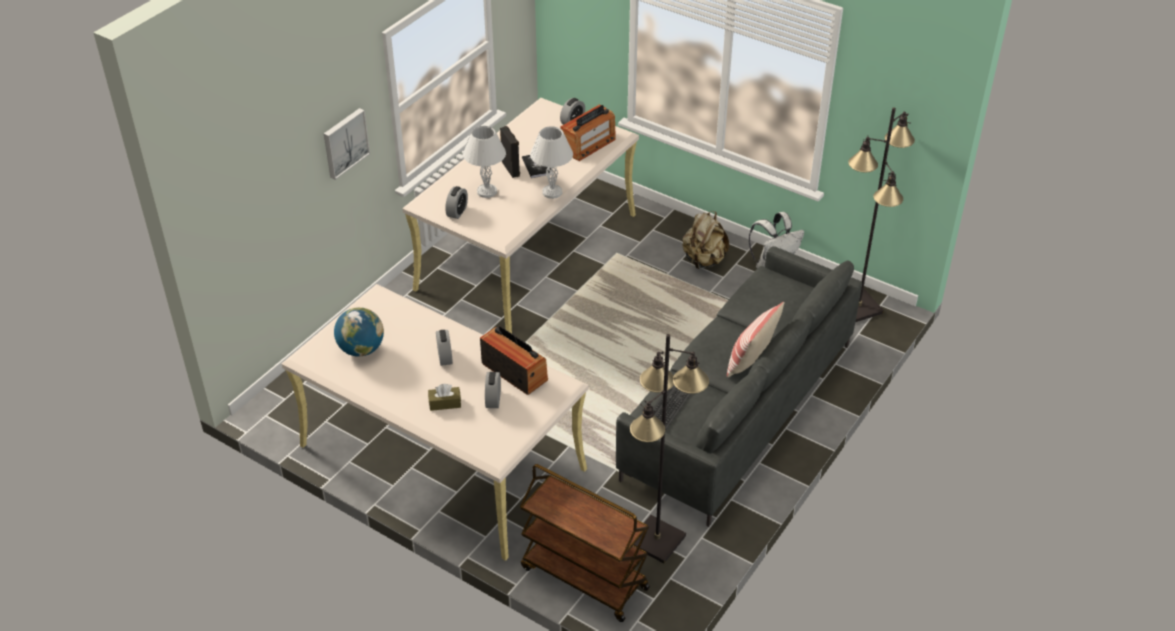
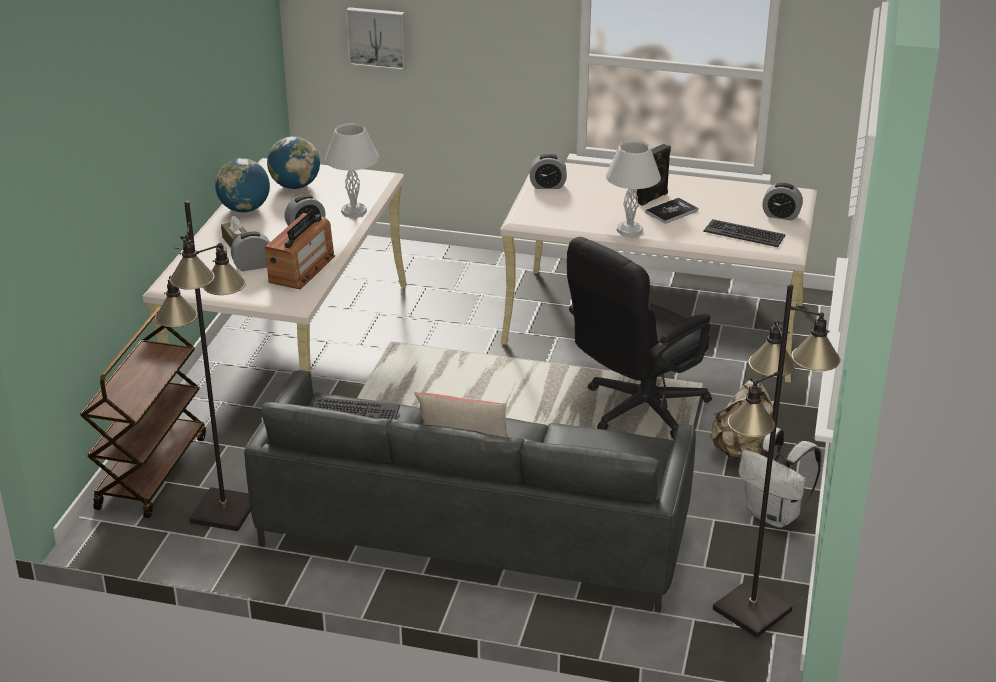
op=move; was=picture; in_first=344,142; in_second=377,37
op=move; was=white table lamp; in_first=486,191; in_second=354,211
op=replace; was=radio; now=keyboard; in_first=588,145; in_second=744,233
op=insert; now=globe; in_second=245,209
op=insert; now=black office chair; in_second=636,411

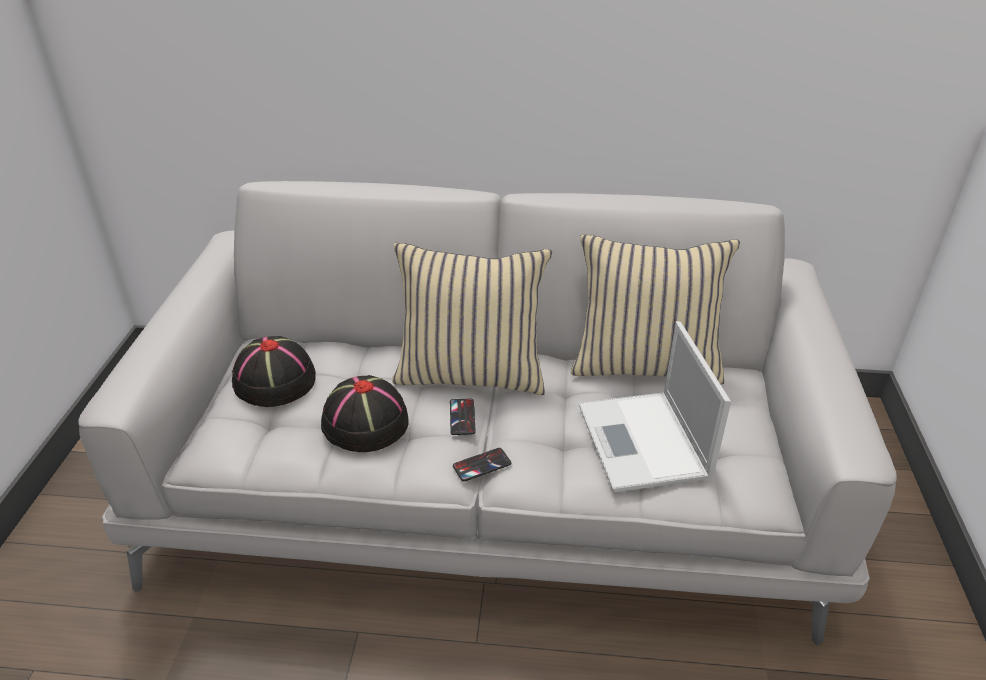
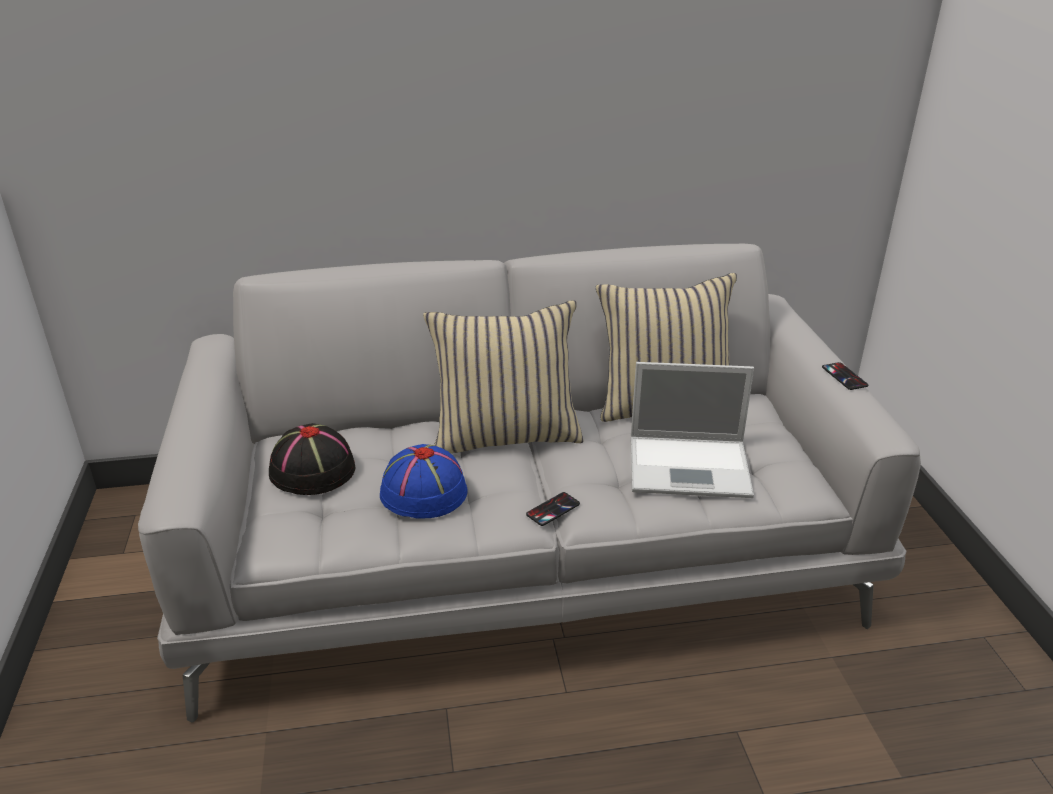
op=recolor; was=black hat; now=blue hat; in_first=364,423; in_second=423,492
op=move; was=phone; in_first=462,417; in_second=844,376
op=rotate; was=laptop; in_first=644,443; in_second=691,466; clockwise=-60

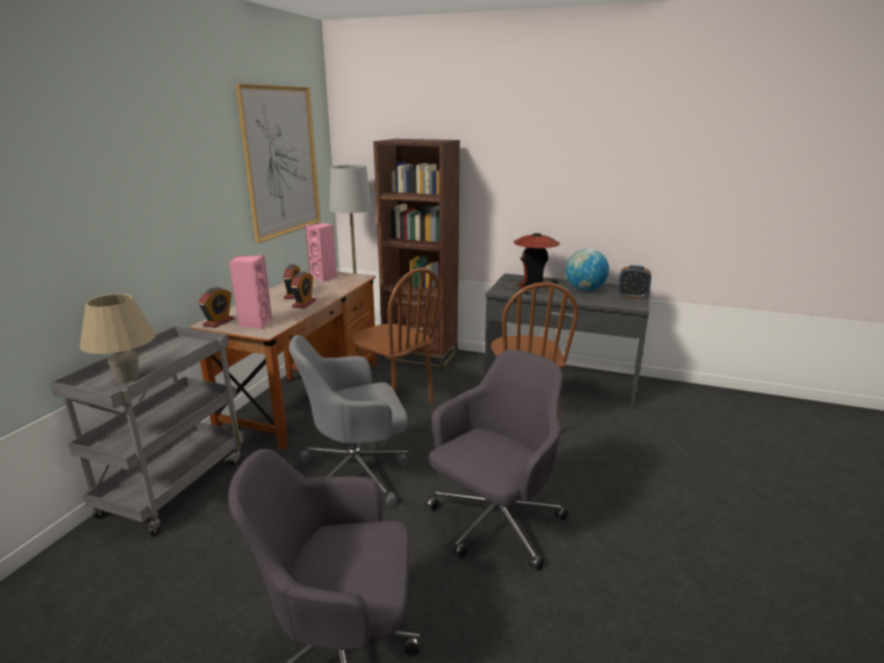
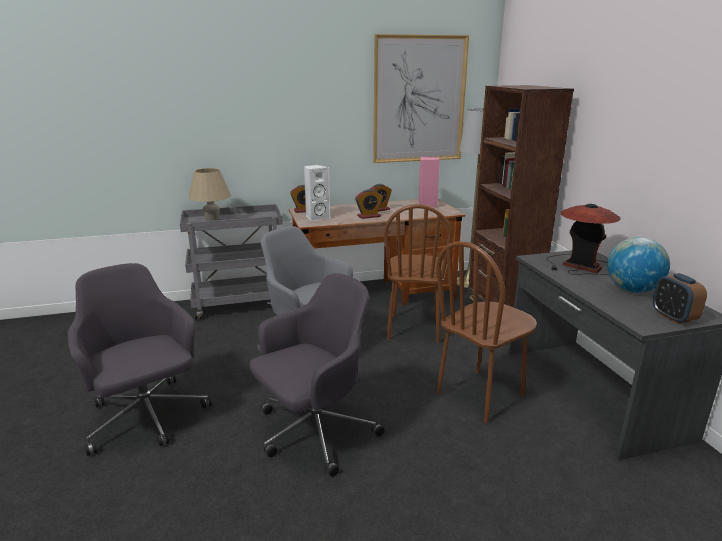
op=recolor; was=pink speaker; now=white speaker; in_first=255,323; in_second=316,217
op=rotate; was=grey office chair; in_first=494,524; in_second=314,432; clockwise=-45

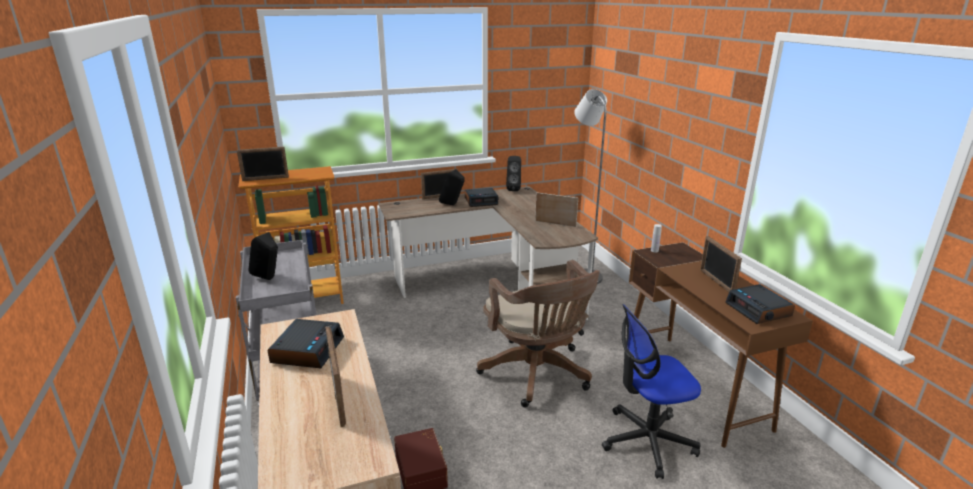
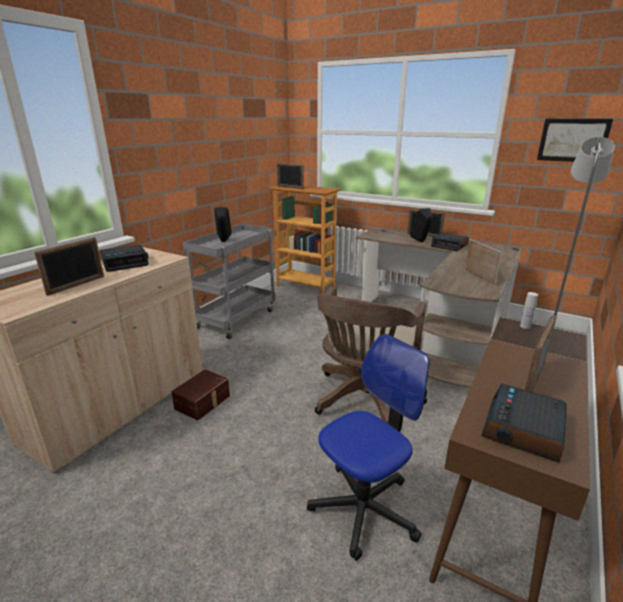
op=delete; was=black speaker; in_first=513,189
op=rotate; was=office chair; in_first=647,441; in_second=364,508; clockwise=105
op=insert; now=picture; in_second=573,140

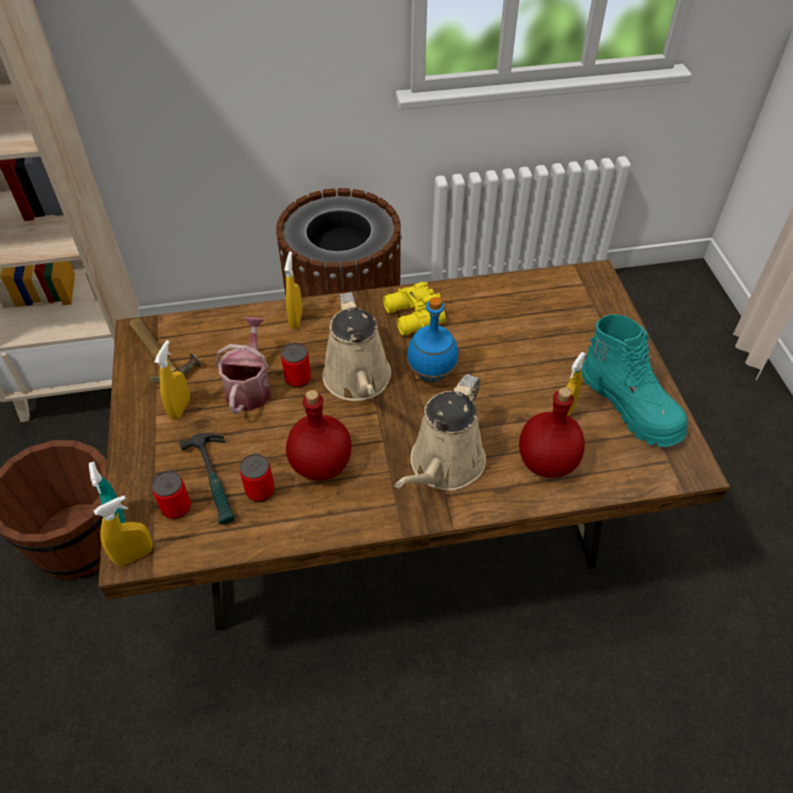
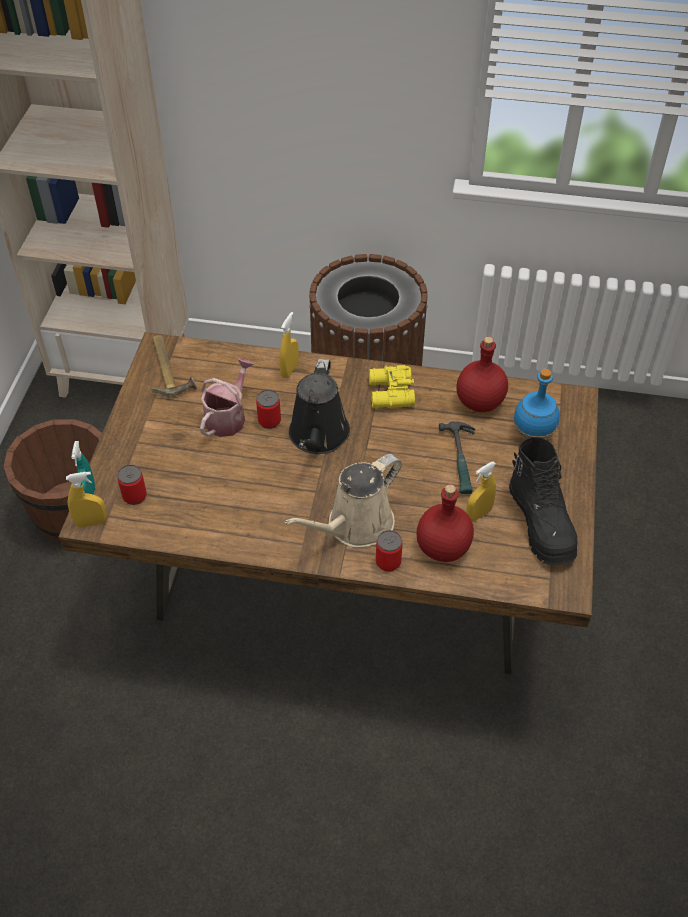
op=delete; was=yellow spray bottle; in_first=180,408
op=move; was=hammer; in_first=215,480; in_second=461,460
op=move; was=can; in_first=260,490; in_second=388,562
op=move; was=red bottle; in_first=320,465; in_second=479,402
op=recolor; was=beige watering can; now=black watering can; in_first=358,381; in_second=318,436
op=move; was=blue bottle; in_first=432,373; in_second=533,434
op=recolor; was=turquoise boot; now=black boot; in_first=630,406; in_second=542,523

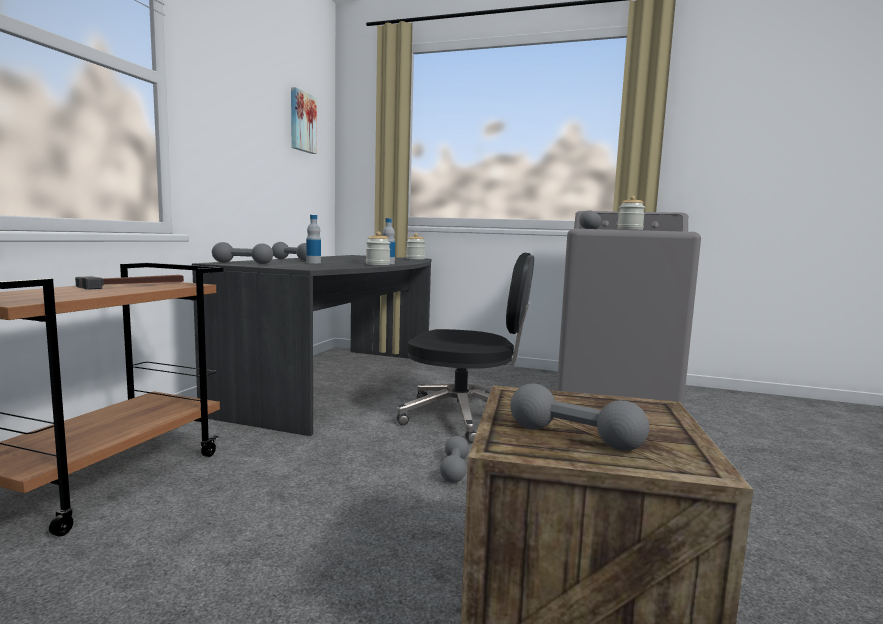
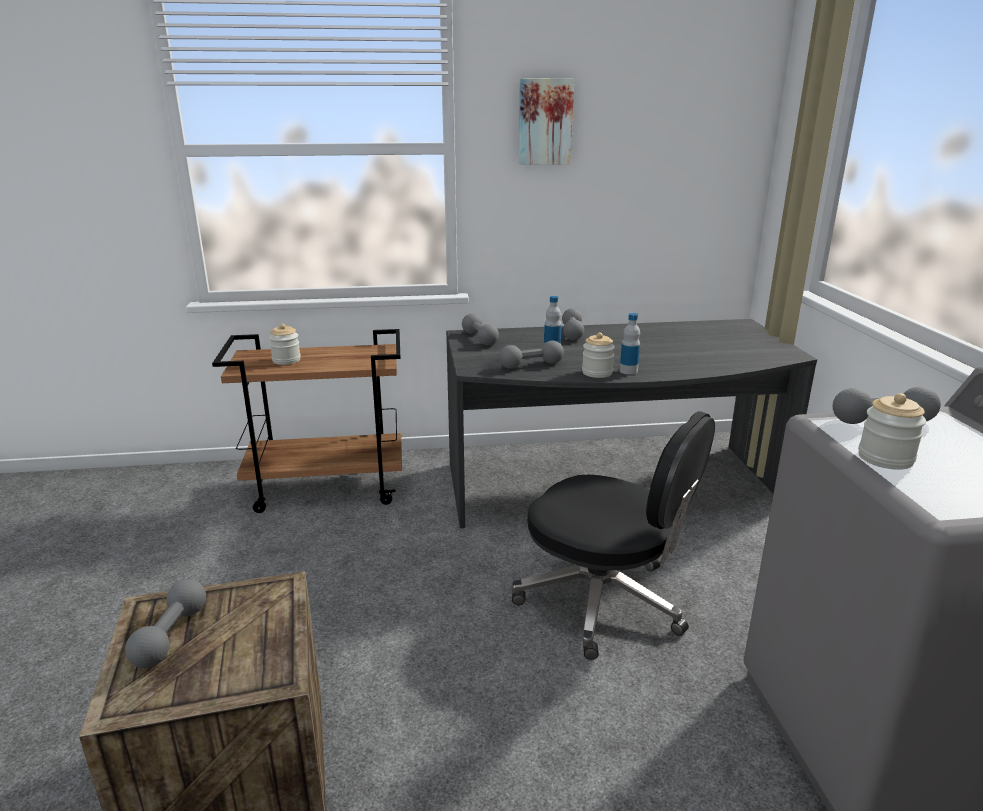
op=delete; was=hammer; in_first=133,285
op=move; was=picture; in_first=301,122; in_second=545,122
op=rotate; was=black office chair; in_first=465,417; in_second=604,601; clockwise=-45
op=move; was=jar; in_first=415,259; in_second=286,360
op=move; was=grey dumbbell; in_first=454,469; in_second=531,365

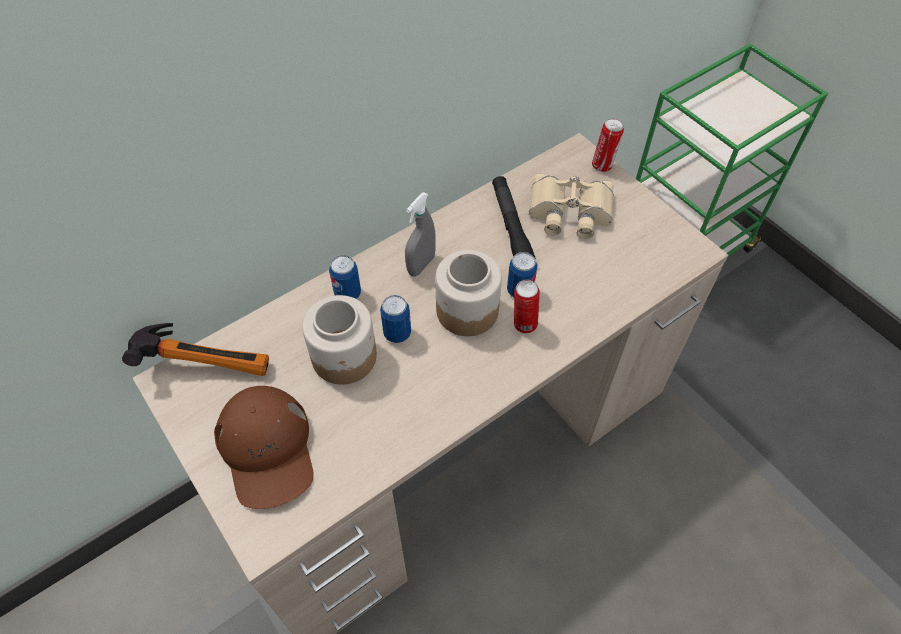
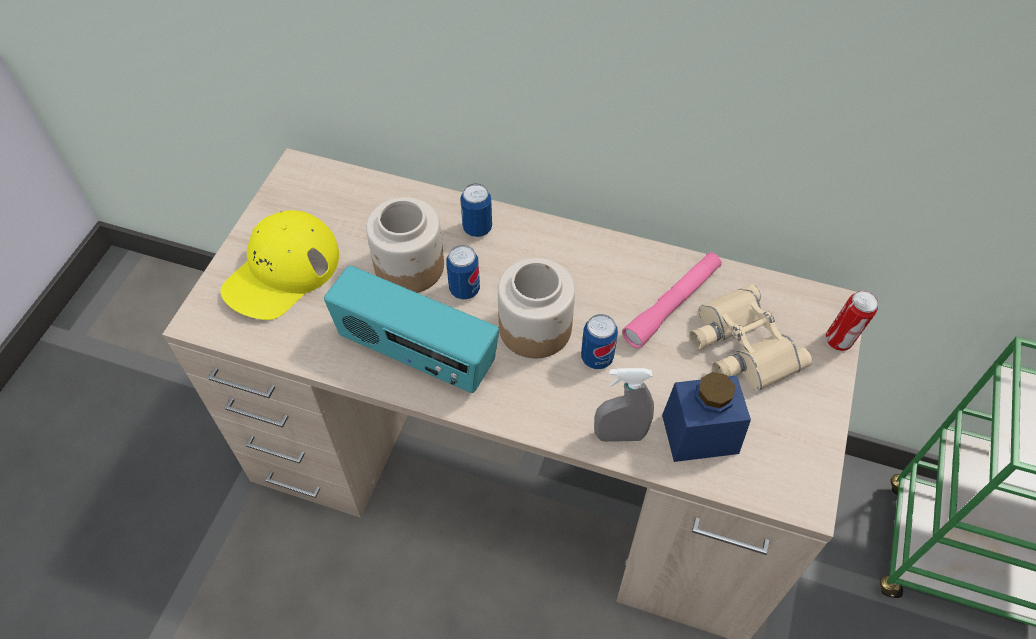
op=delete; was=hammer; in_first=207,360
op=recolor; was=brown cap; now=yellow cap; in_first=267,449; in_second=282,272
op=move; was=grey spray bottle; in_first=421,265; in_second=619,435
op=recolor; was=black flashlight; now=pink flashlight; in_first=511,226; in_second=672,305
op=delete; was=can; in_first=523,324
op=insert; now=radio; in_second=416,354
op=insert; now=blue jar; in_second=700,434

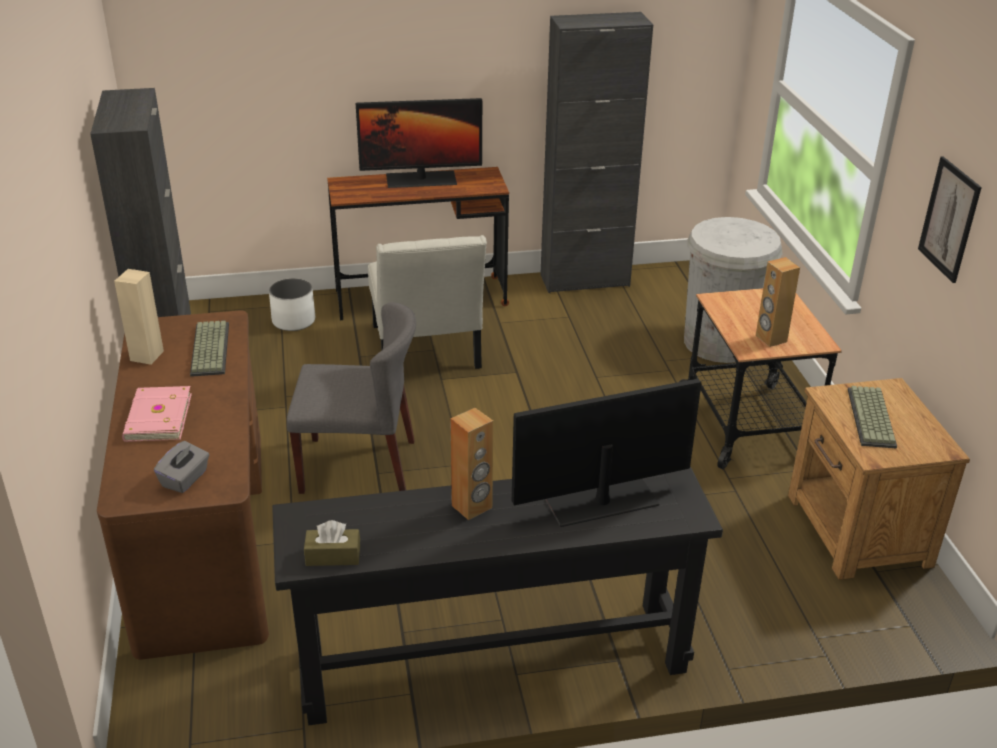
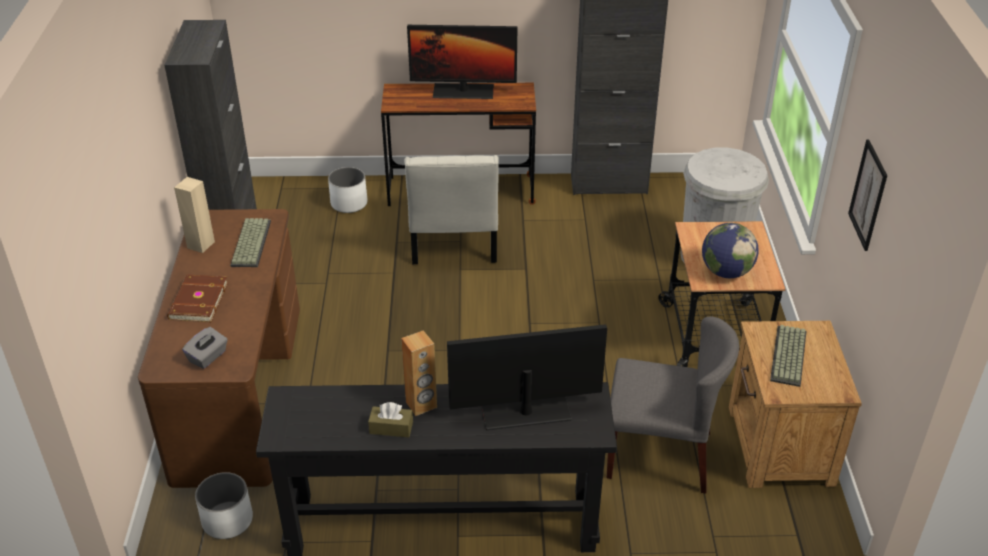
op=recolor; was=pink book; now=brown book; in_first=156,418; in_second=197,301
op=move; was=grey chair; in_first=359,466; in_second=660,454
op=move; was=brown tissue box; in_first=333,556; in_second=391,428
op=replace; was=brown speaker; now=globe; in_first=770,338; in_second=726,272
op=insert; now=white planter; in_second=228,520

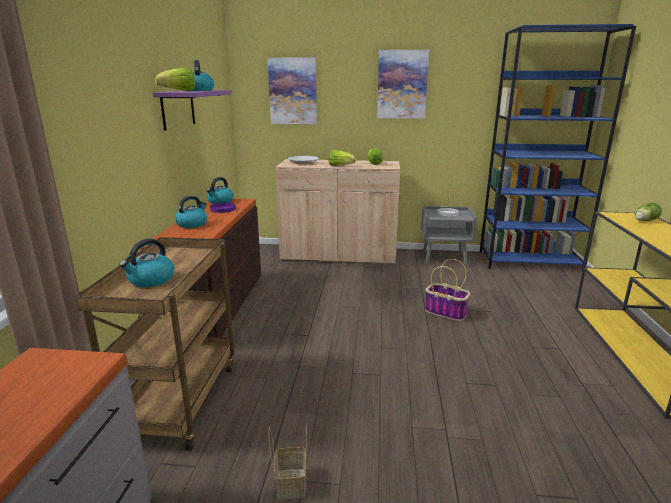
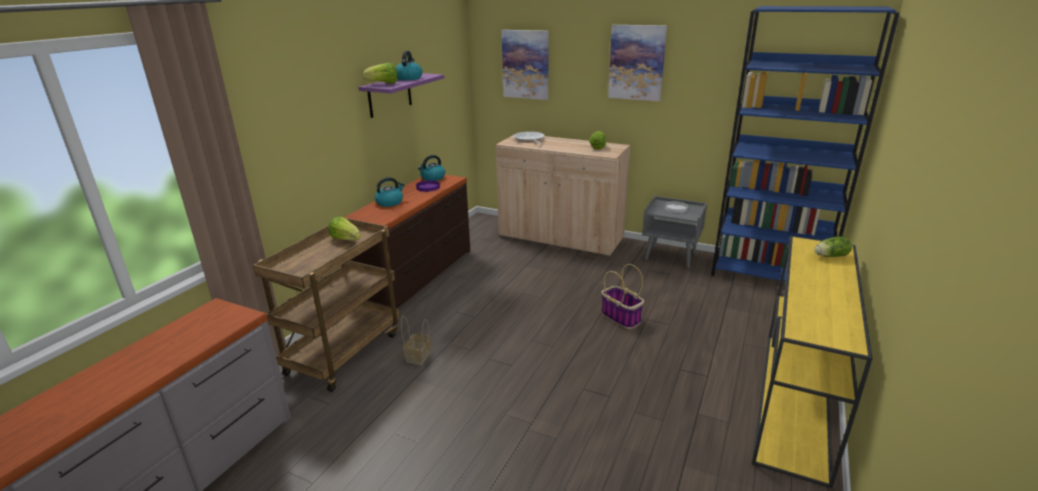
op=delete; was=kettle; in_first=151,280
op=move; was=basket; in_first=290,482; in_second=418,356
op=move; was=lettuce; in_first=340,166; in_second=346,240

